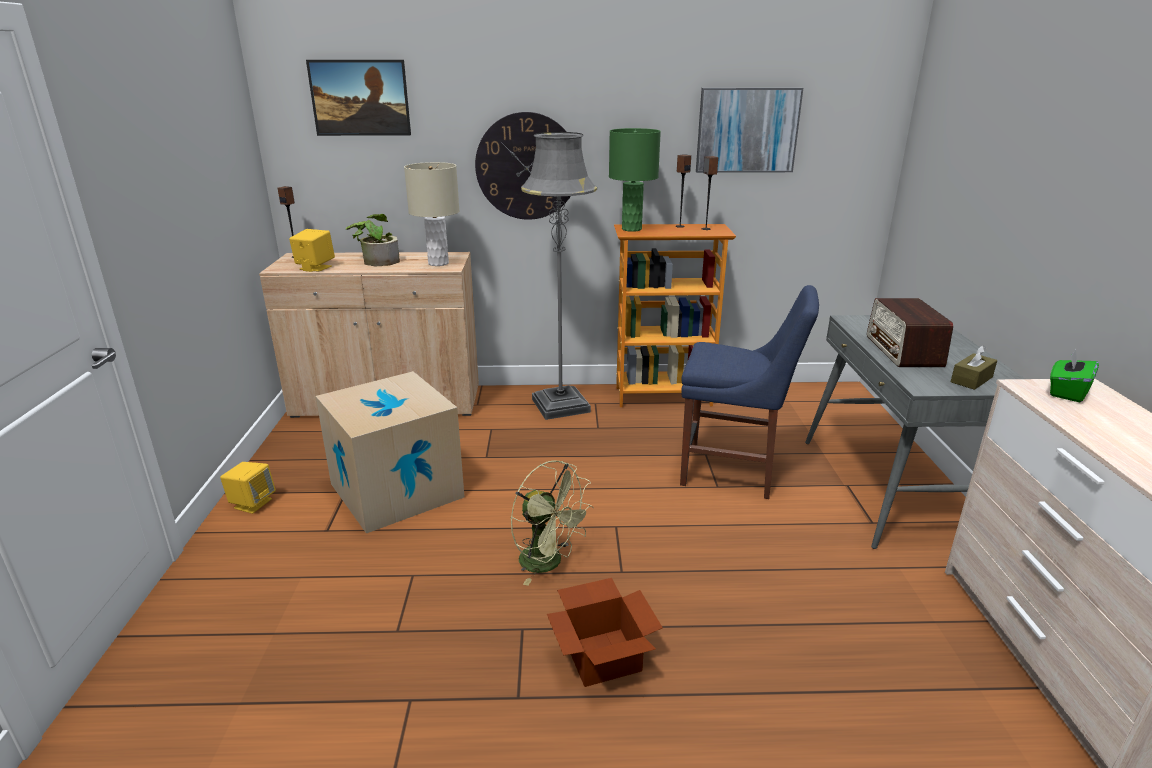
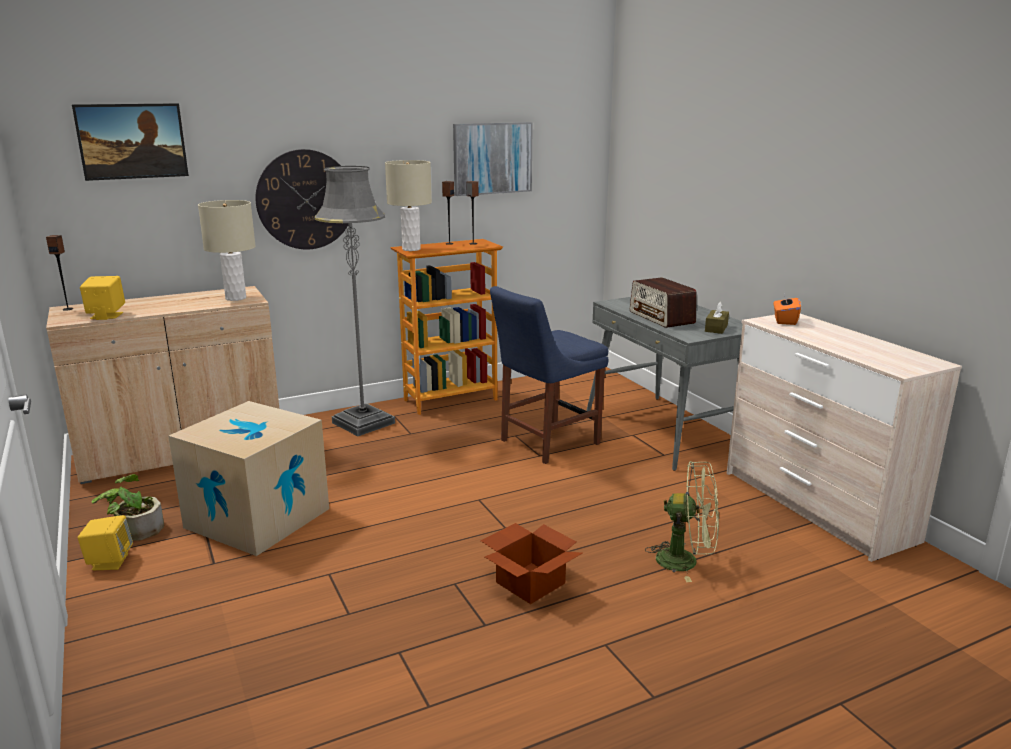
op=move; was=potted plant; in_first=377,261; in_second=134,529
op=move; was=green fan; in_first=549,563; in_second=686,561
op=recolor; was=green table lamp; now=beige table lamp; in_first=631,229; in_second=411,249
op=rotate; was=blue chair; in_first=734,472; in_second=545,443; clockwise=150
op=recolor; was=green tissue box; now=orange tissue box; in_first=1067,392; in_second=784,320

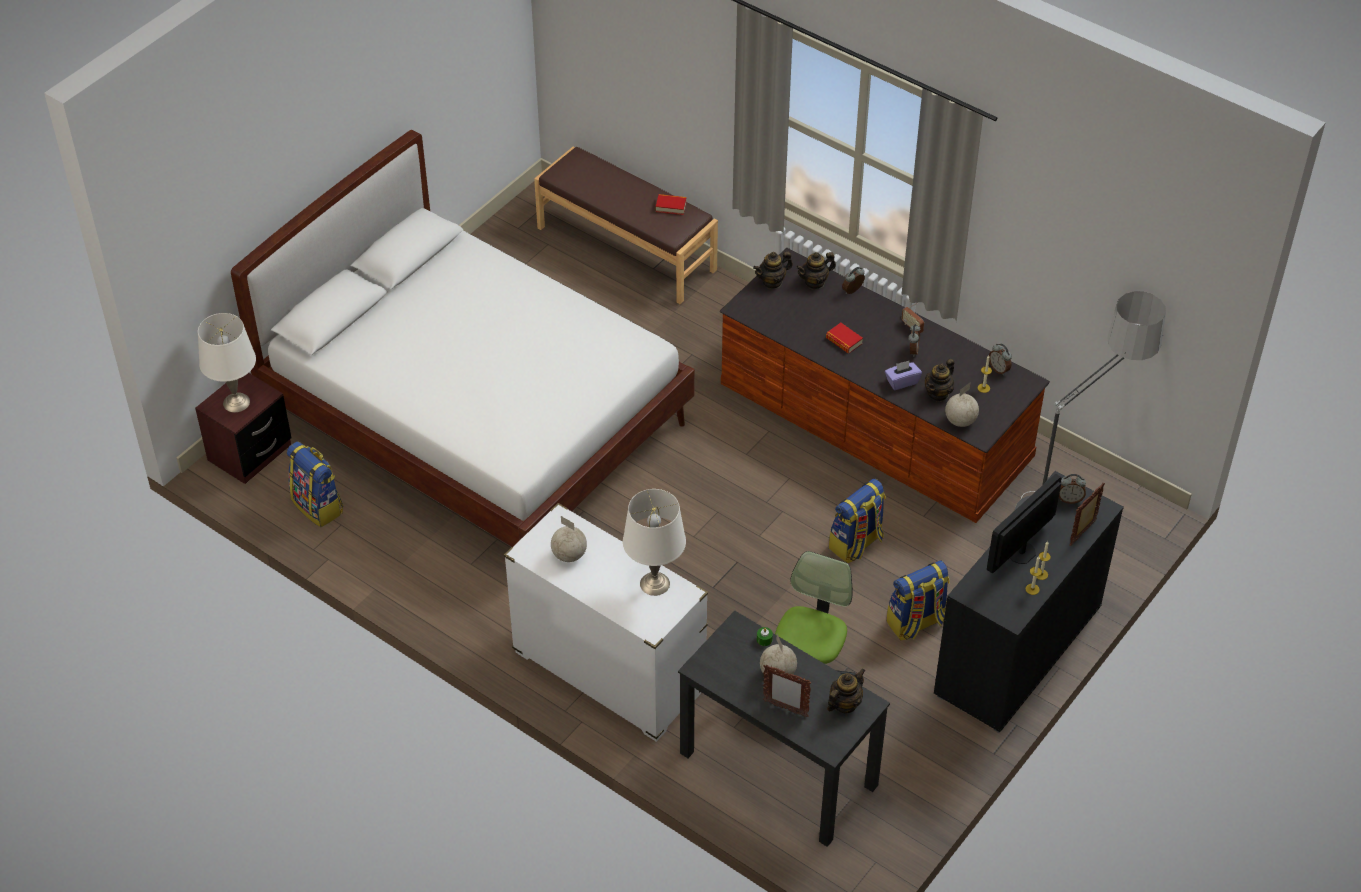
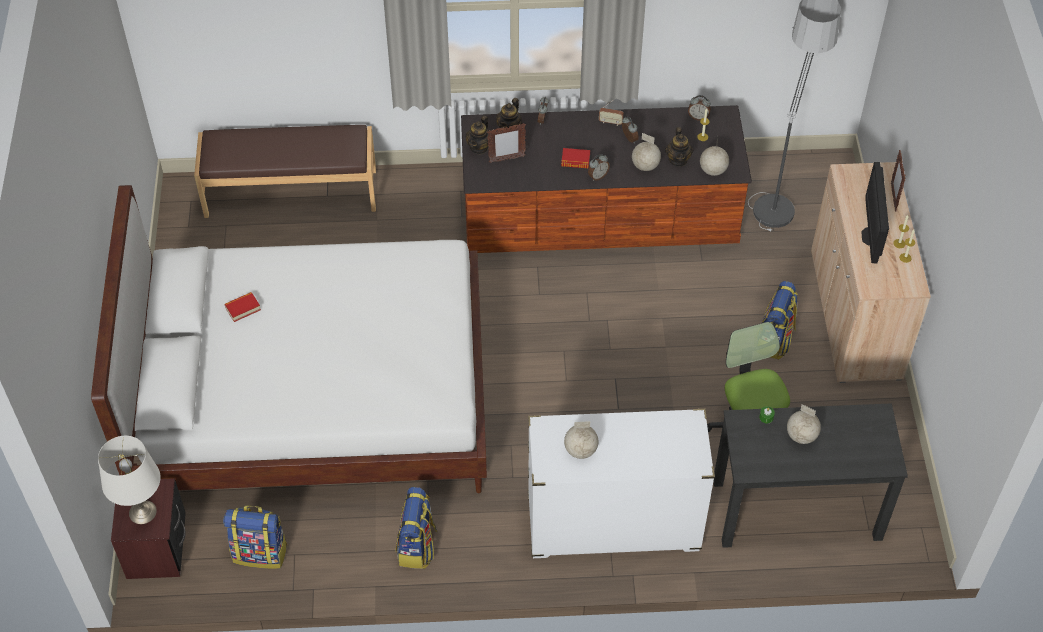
op=delete; was=white table lamp; in_first=655,584
op=move; was=book; in_first=671,207; in_second=243,309
op=move; was=picture frame; in_first=785,708; in_second=506,159
op=delete; was=teapot; in_first=844,704
op=move; was=backpack; in_first=856,544; in_second=417,546
op=replace; was=purple tissue box; now=globe; in_first=902,381; in_second=645,166
op=recolor; was=black cabinet; now=beige cabinet; in_first=1017,650; in_second=854,315
op=move; was=alarm clock; in_first=1069,499; in_second=597,176

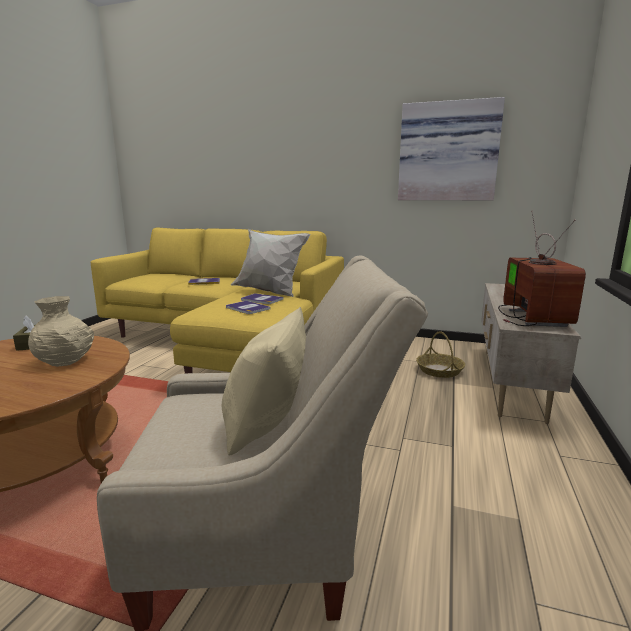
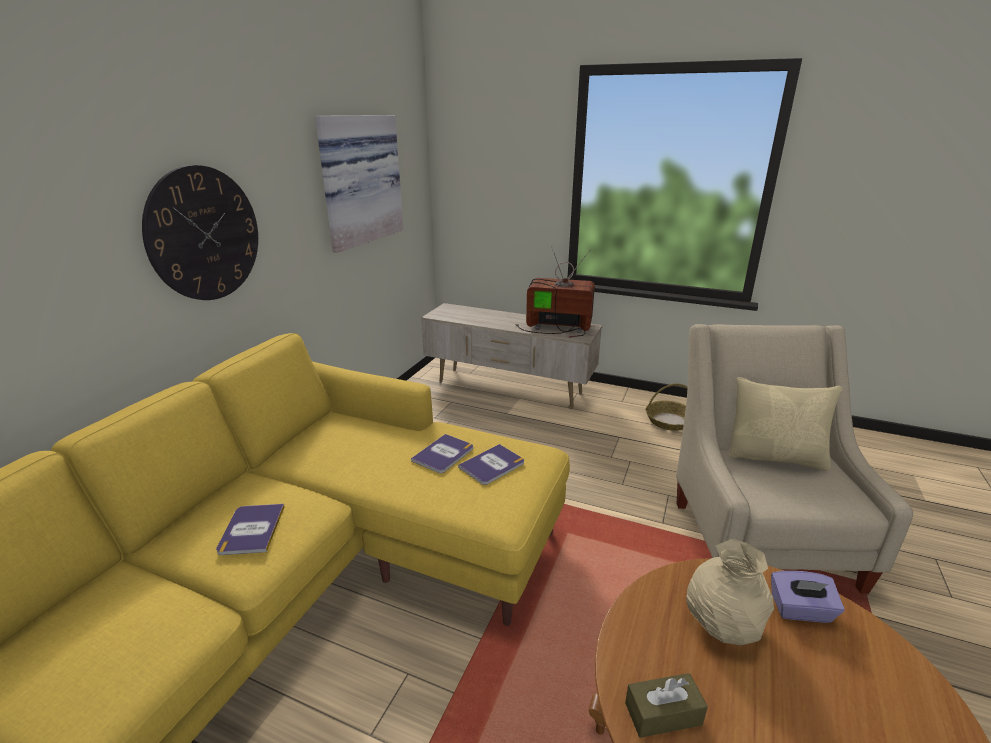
op=delete; was=white pillow; in_first=269,292
op=move; was=basket; in_first=440,371; in_second=669,421
op=insert; now=wall clock; in_second=204,234
op=insert; now=purple tissue box; in_second=800,610

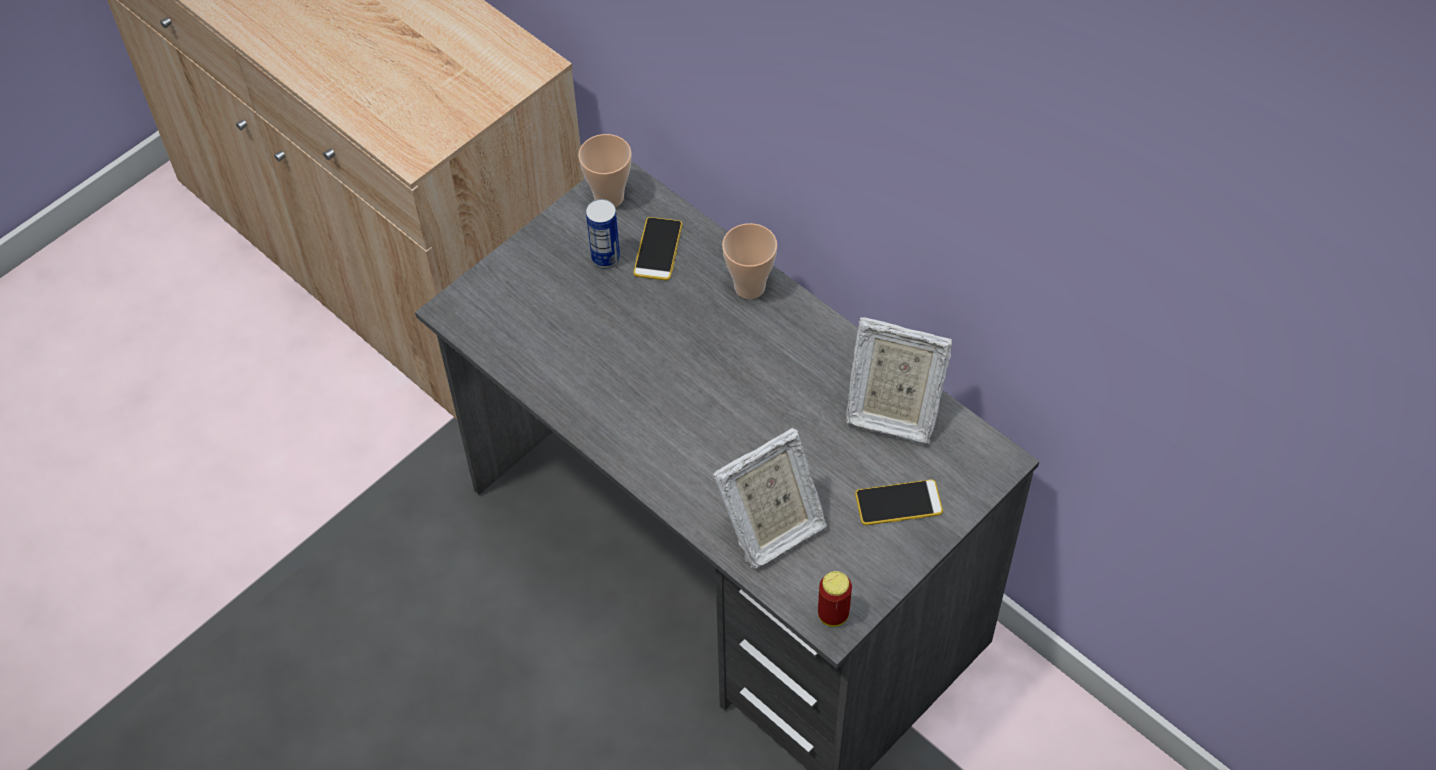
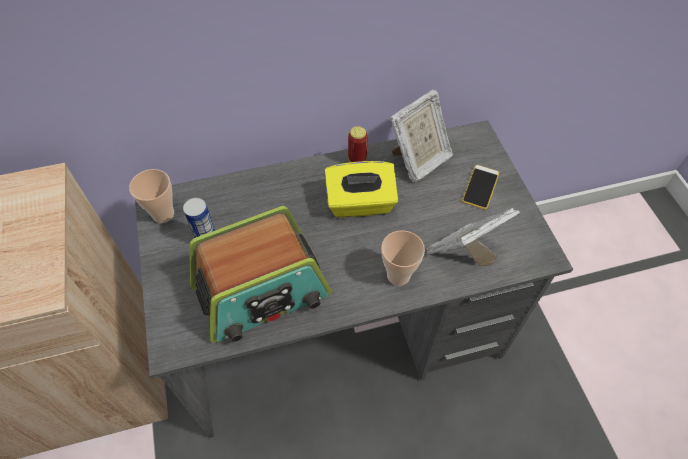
op=delete; was=phone; in_first=658,249
op=rotate; was=picture frame; in_first=770,528; in_second=463,254; clockwise=-120
op=move; was=cup; in_first=749,287; in_second=398,275
op=move; was=can; in_first=833,614; in_second=357,159
op=insert; now=radio; in_second=262,292
op=insert; now=yellow tissue box; in_second=360,204

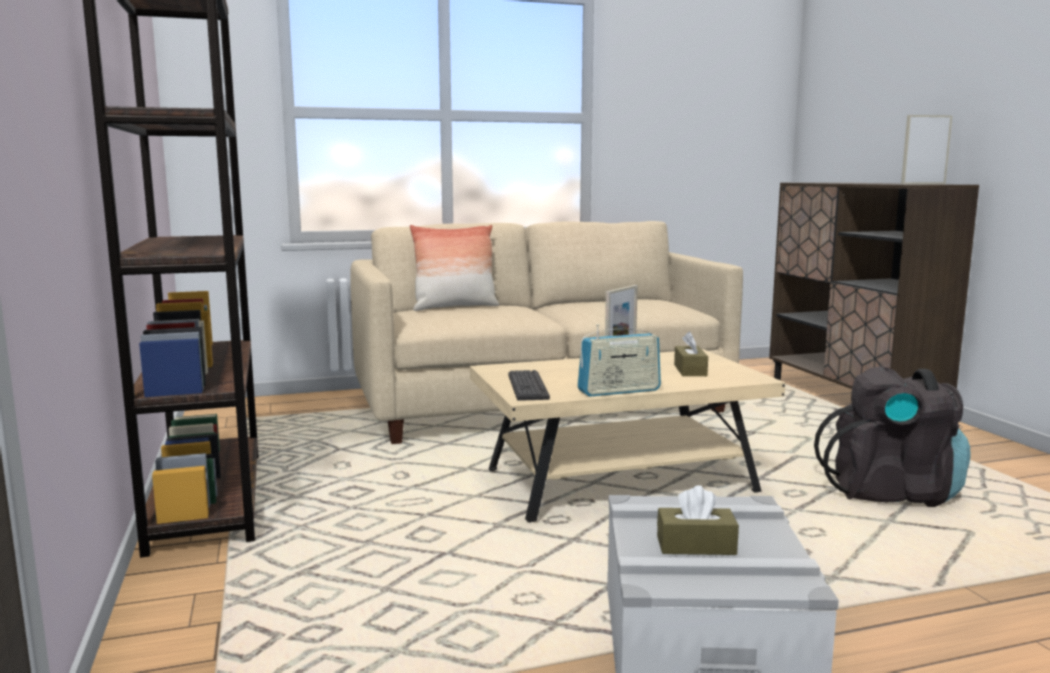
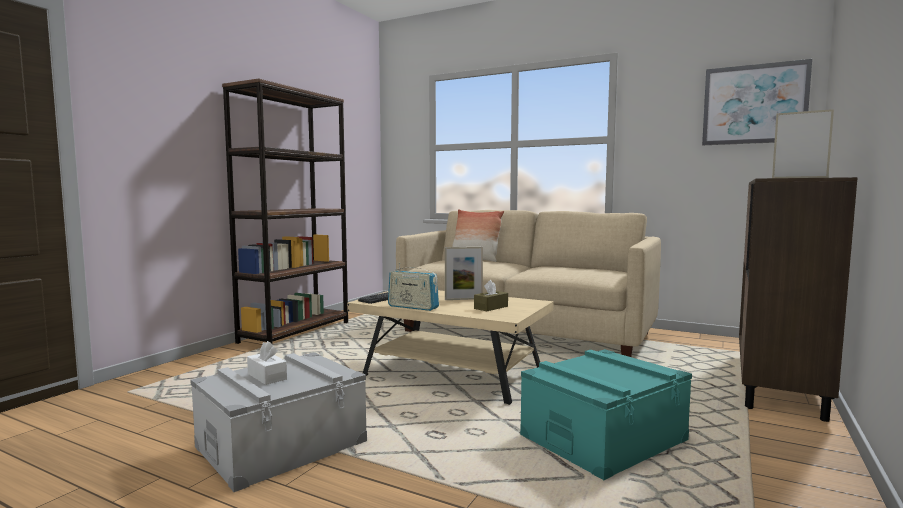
op=recolor; was=brown tissue box; now=white tissue box; in_first=696,545; in_second=267,376
op=replace; was=black backpack; now=turquoise storage box; in_first=891,492; in_second=603,438
op=insert; now=picture; in_second=754,104

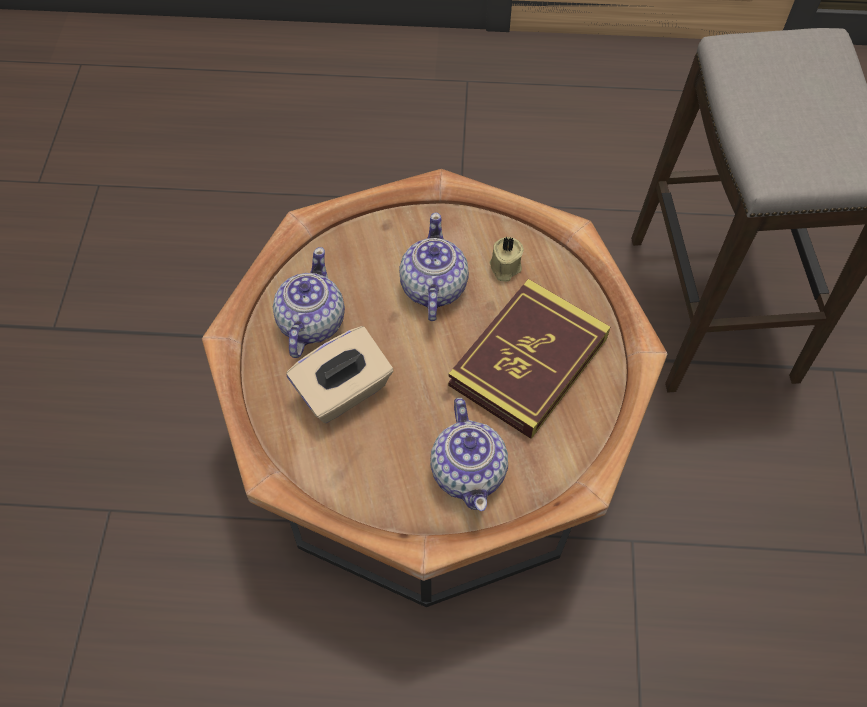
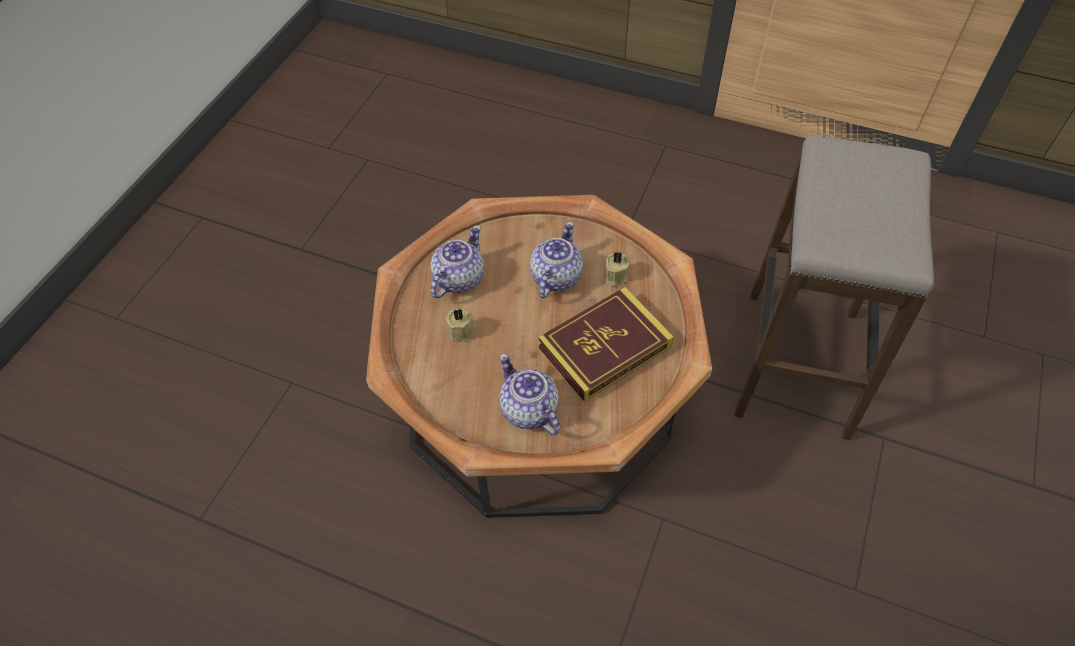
op=replace; was=beige tissue box; now=beige candle; in_first=344,391; in_second=462,331
op=rotate; was=teapot; in_first=469,471; in_second=529,411; clockwise=135

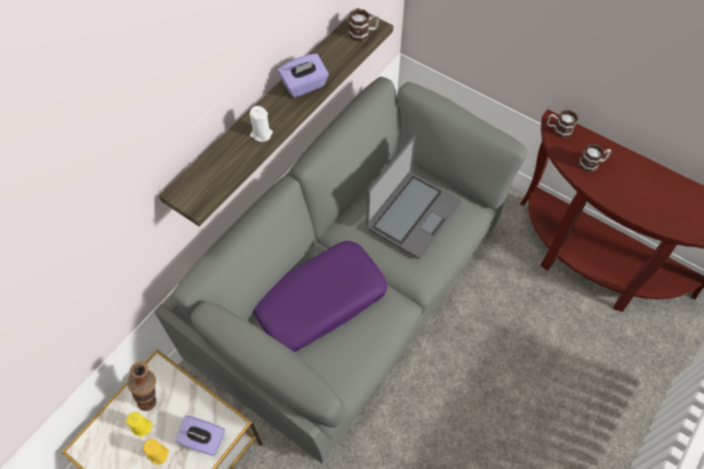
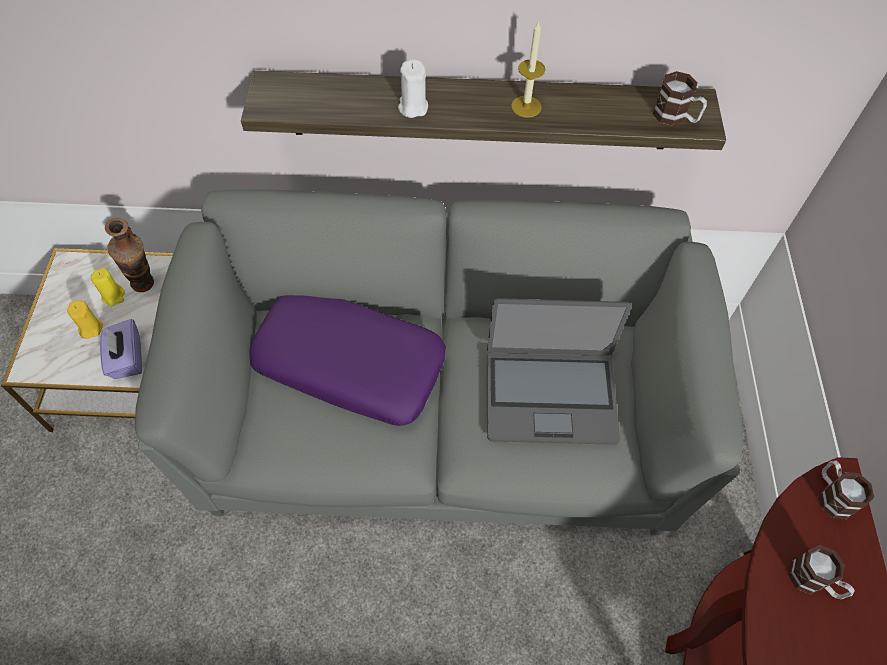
op=replace; was=purple tissue box; now=candle; in_first=304,86; in_second=526,106

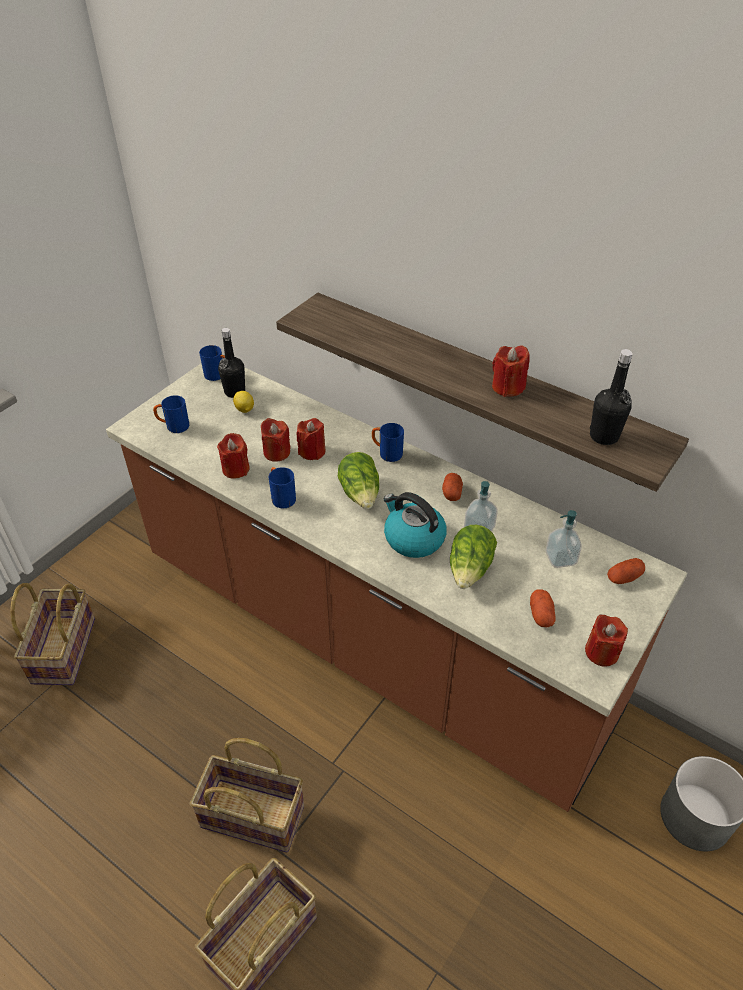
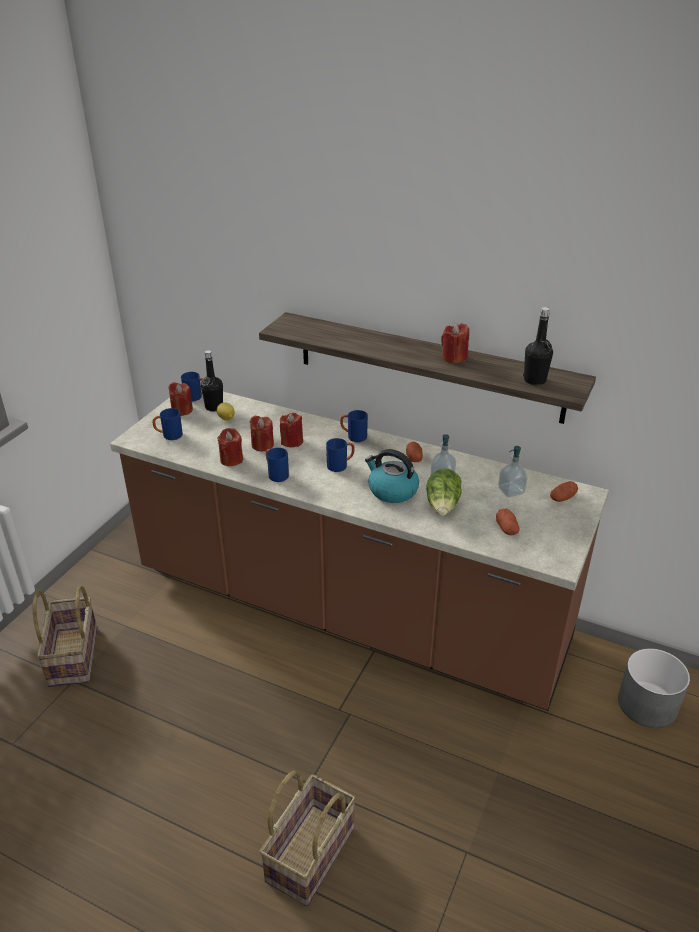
op=delete; was=basket; in_first=253,814
op=replace; was=lettuce; now=blue mug; in_first=361,493; in_second=340,465
op=move; was=red candle; in_first=601,652; in_second=182,410

